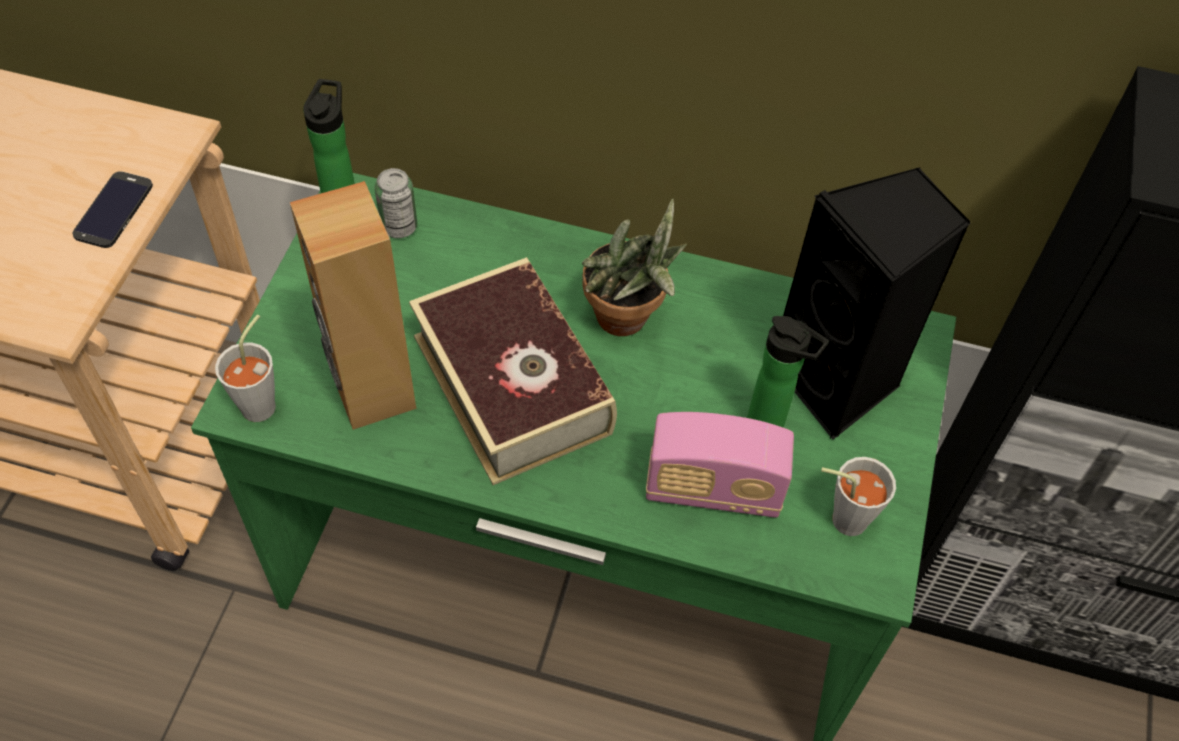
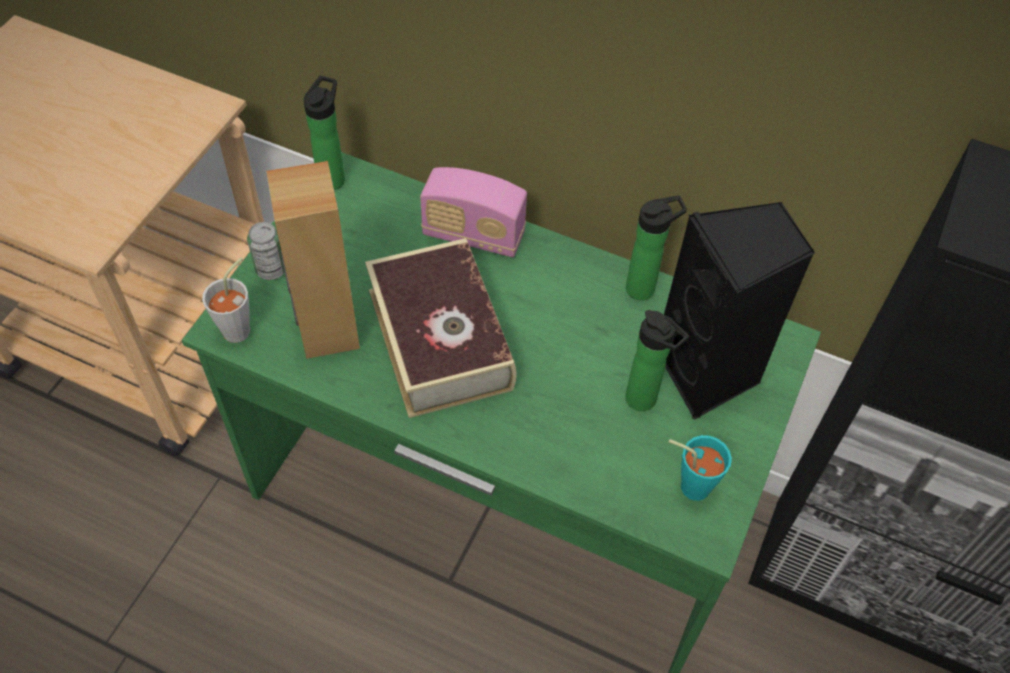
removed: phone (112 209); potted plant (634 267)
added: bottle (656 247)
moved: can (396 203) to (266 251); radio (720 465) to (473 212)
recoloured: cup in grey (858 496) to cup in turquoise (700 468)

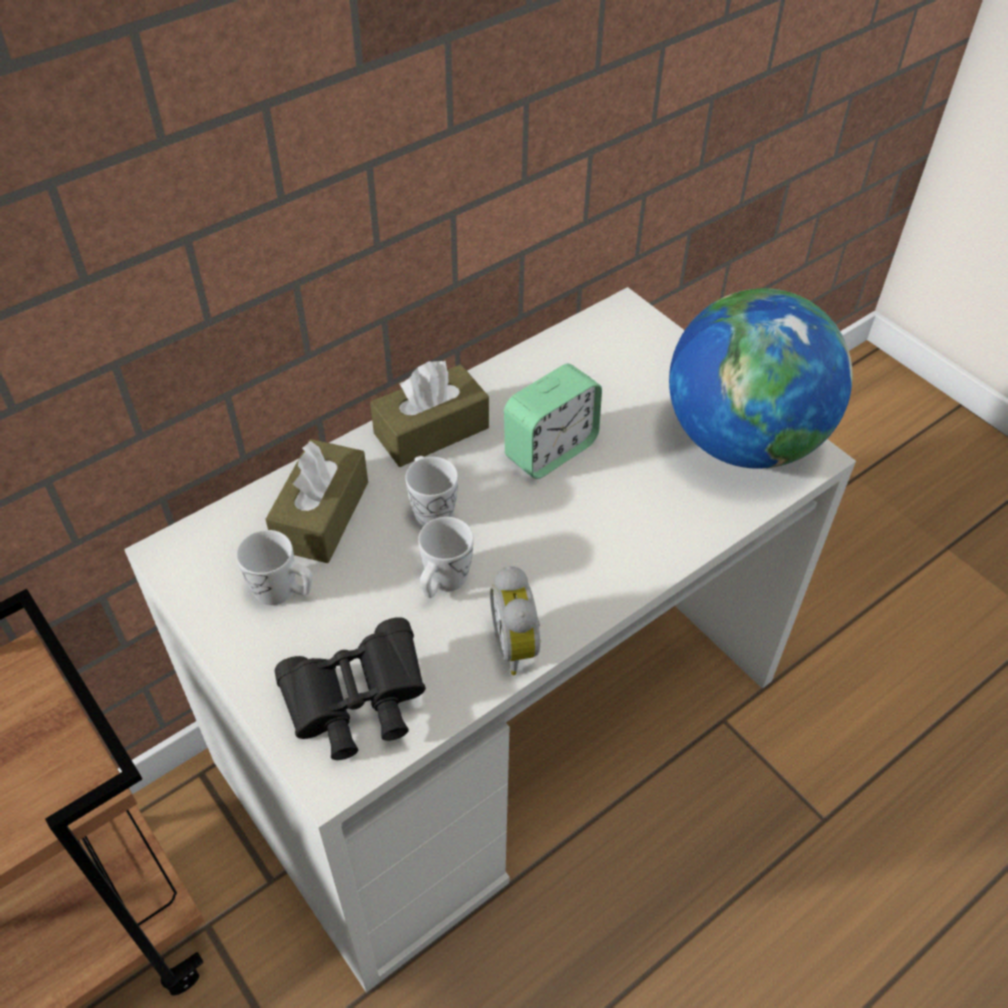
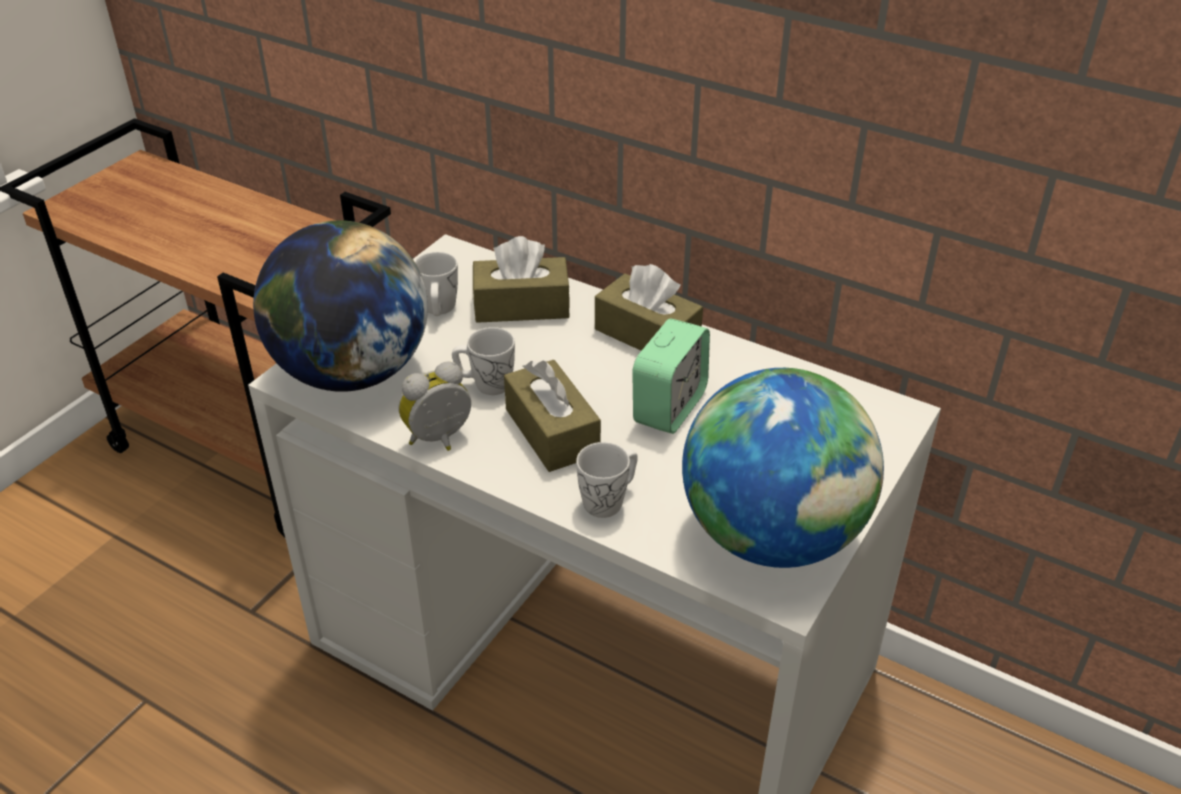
added: tissue box in brown (552 416)
moved: mug in white (431 491) to (607 480)
replaced: binoculars in black (350 688) to globe (340 306)
turned: alarm clock (553 421) = (671 376) 90 degrees counterclockwise

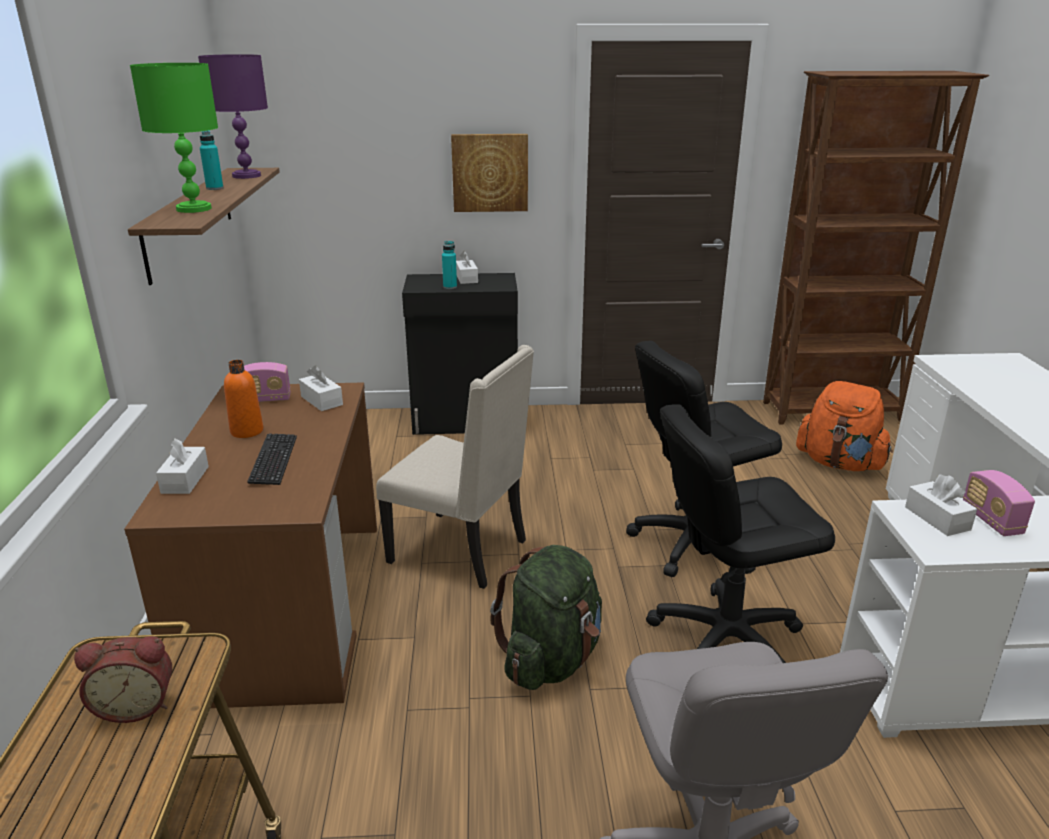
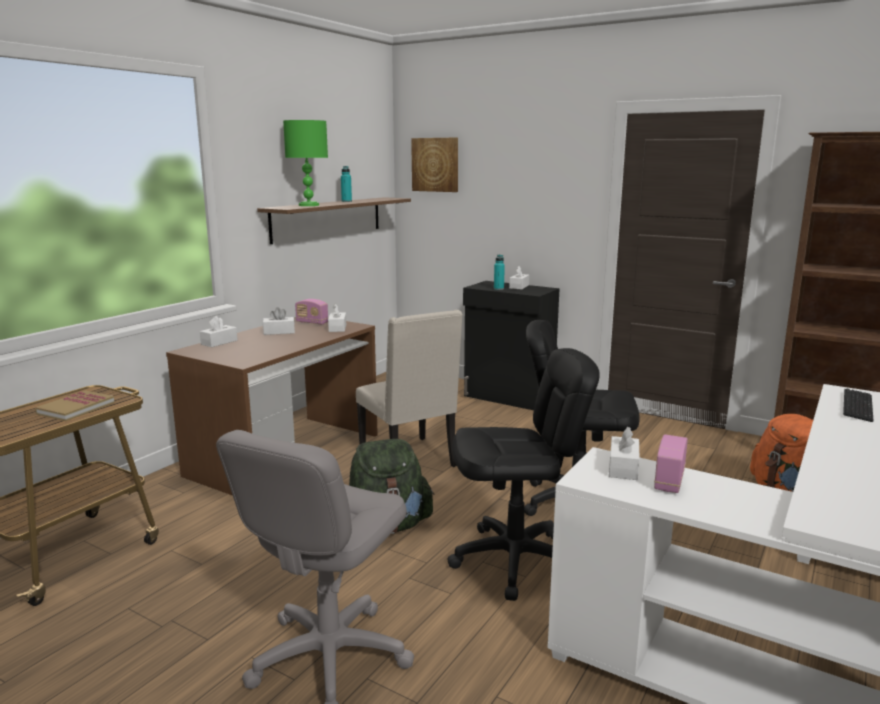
removed: table lamp in purple (233 116)
moved: picture (489 173) to (434 165); keyboard (272 459) to (858 405)
replaced: alarm clock (123 679) to book (75 405); bottle in orange (243 399) to tissue box in white (279 321)
turned: office chair in black (740 533) = (523 474) 150 degrees clockwise

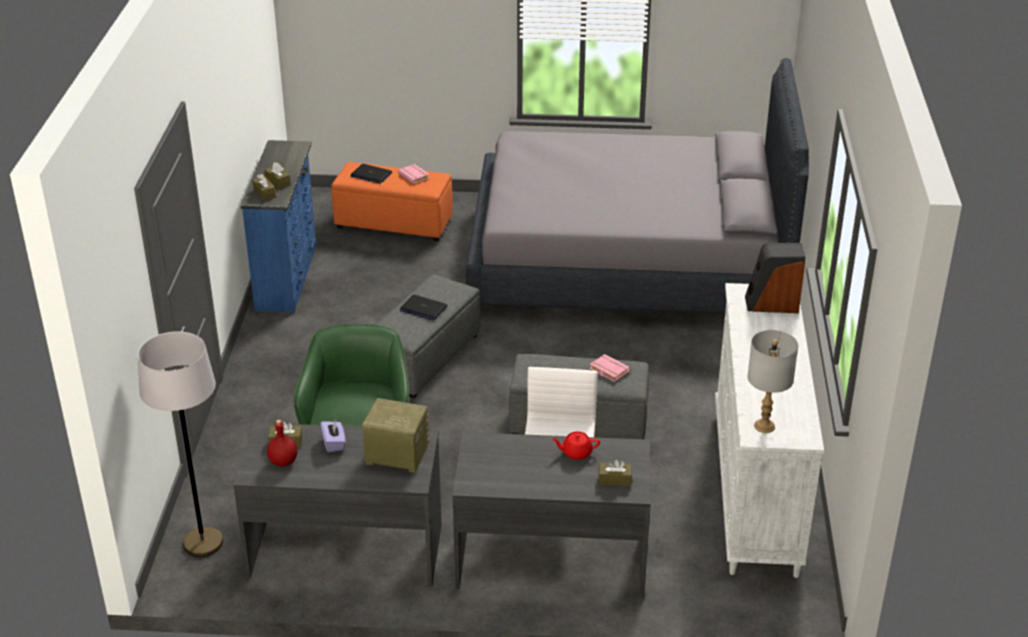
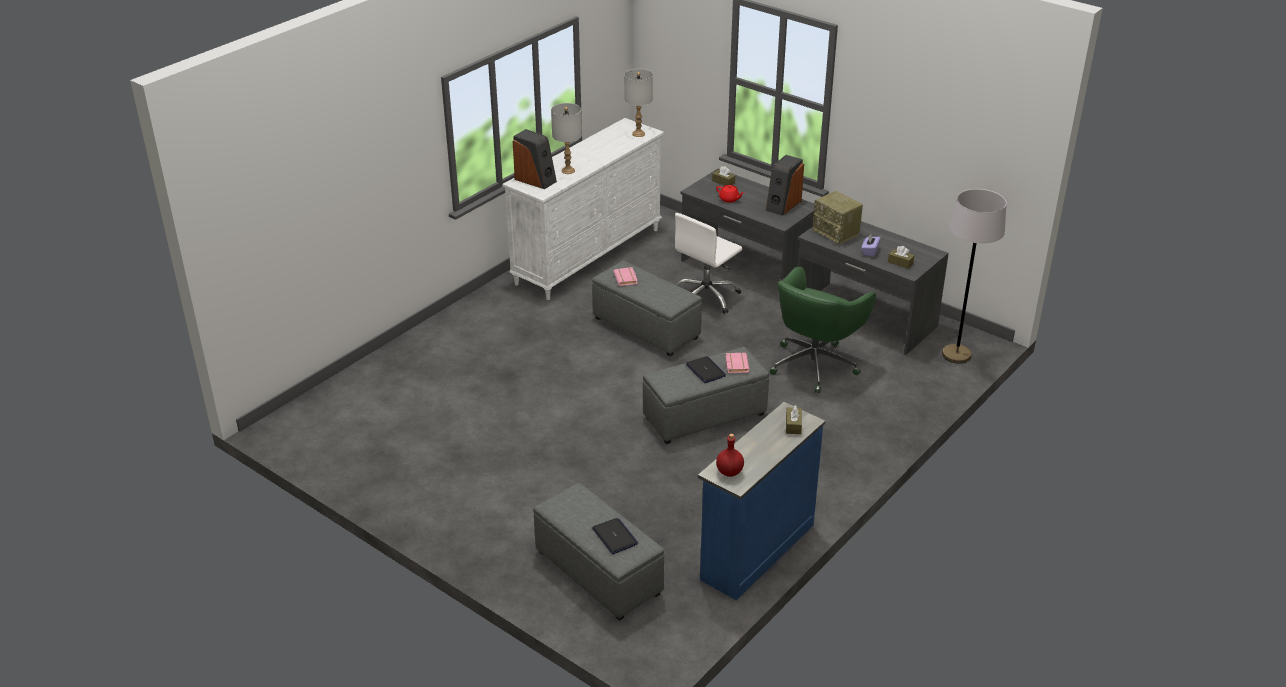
removed: tissue box in brown (277 175); bed in grey (637 186)
added: table lamp in grey (566 138); speaker (785 185)
moved: bottle in red (282 443) to (730 455); book in pink (413 174) to (738 363)
recoloured: ottoman in orange (392 201) to ottoman in grey (598 552)

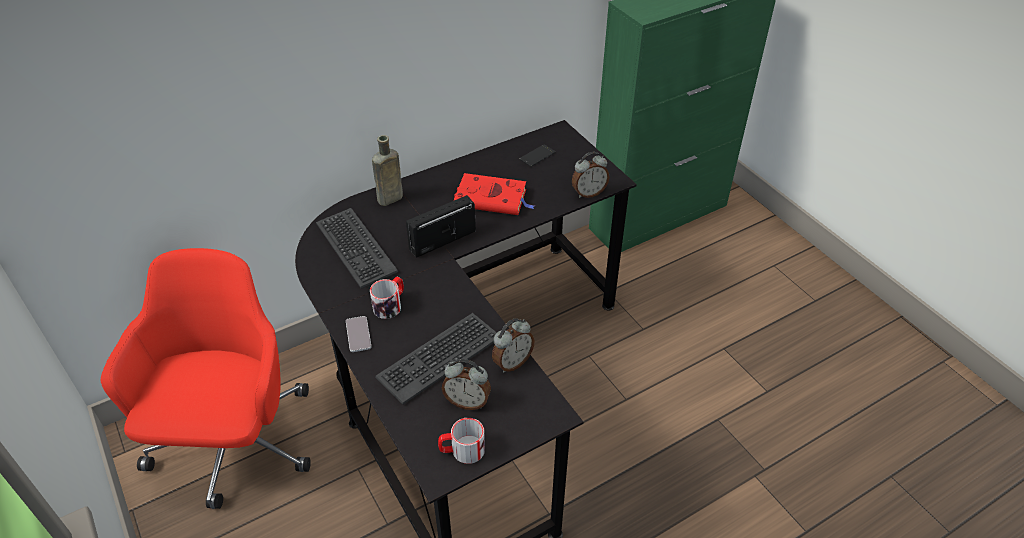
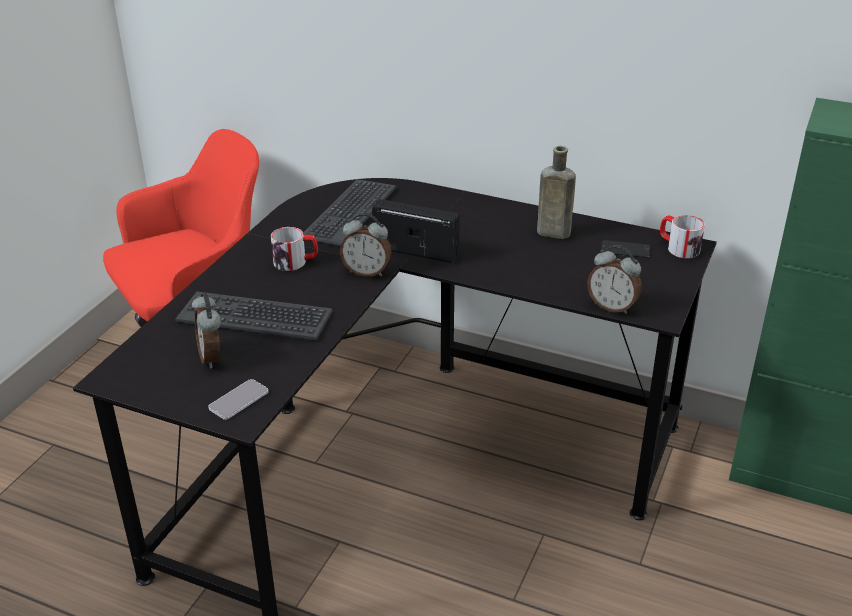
removed: book in red (494 194)
moved: phone (359 334) to (238 399); alarm clock (513 345) to (365 245); bottle in brown (387 170) to (556 192); mug (461 441) to (682 236)

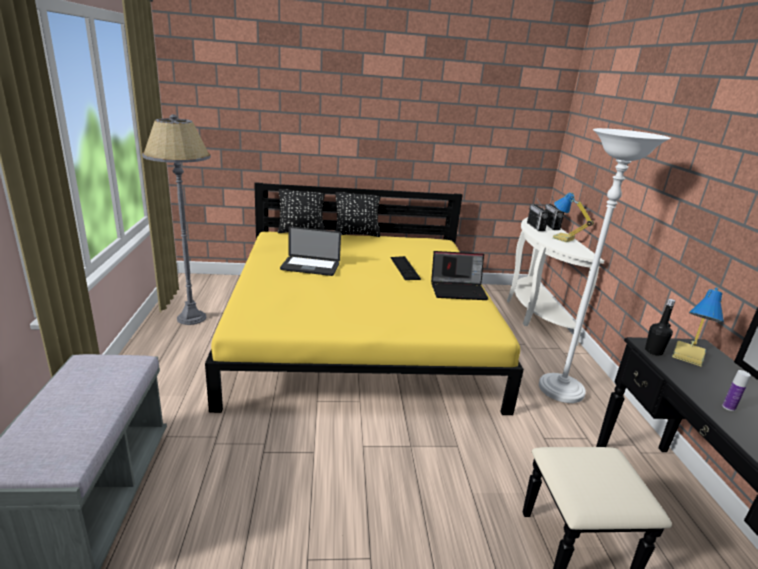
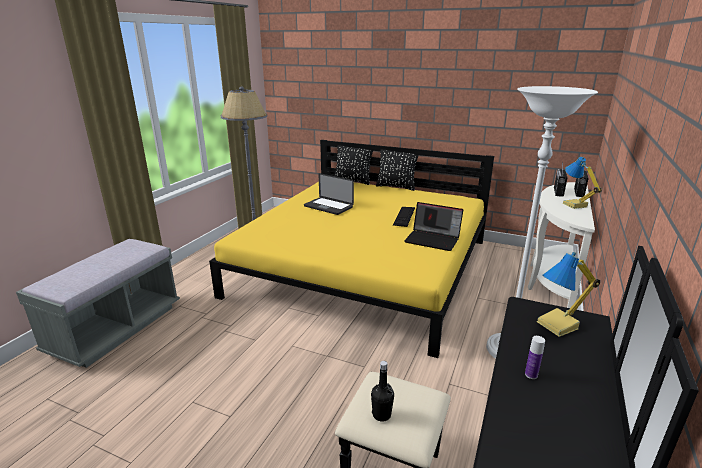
moved: bottle in black (660 327) to (382 391)

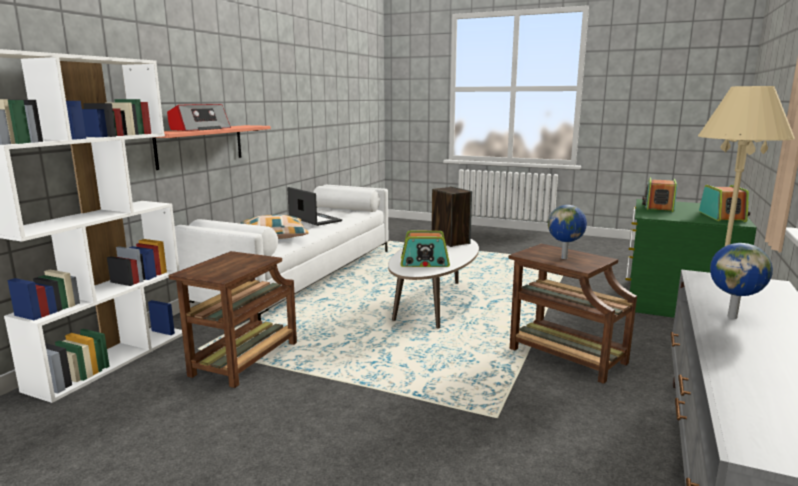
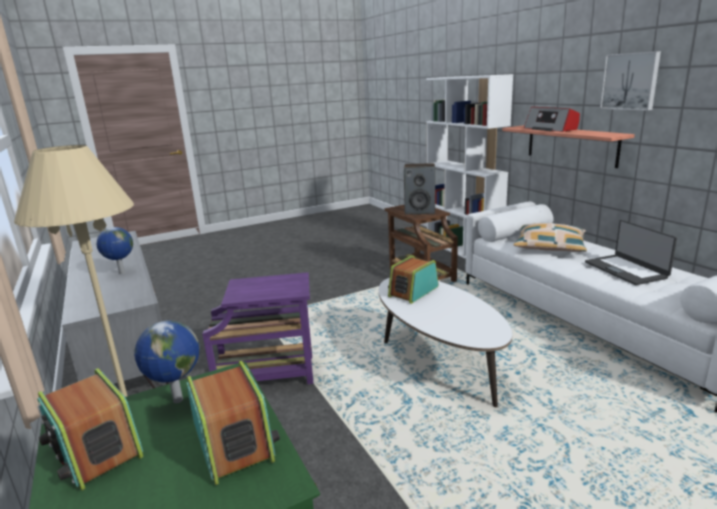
added: picture (630 81)
moved: globe (567 232) to (166 361); speaker (452 216) to (419 189)
recoloured: side table in brown (573 314) to side table in purple (257 328)
turned: laptop (314 206) = (631 252) 75 degrees clockwise

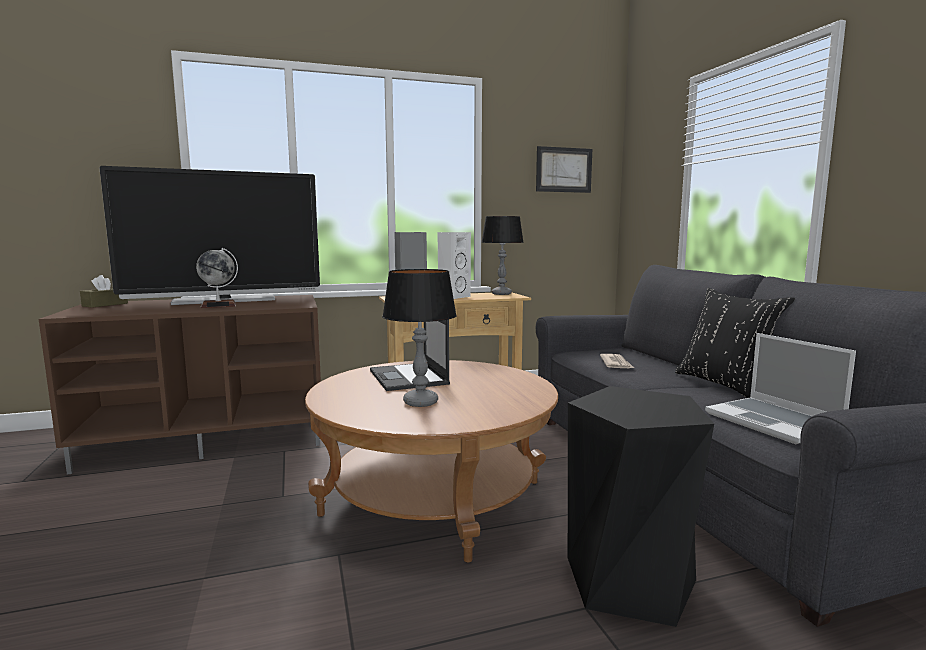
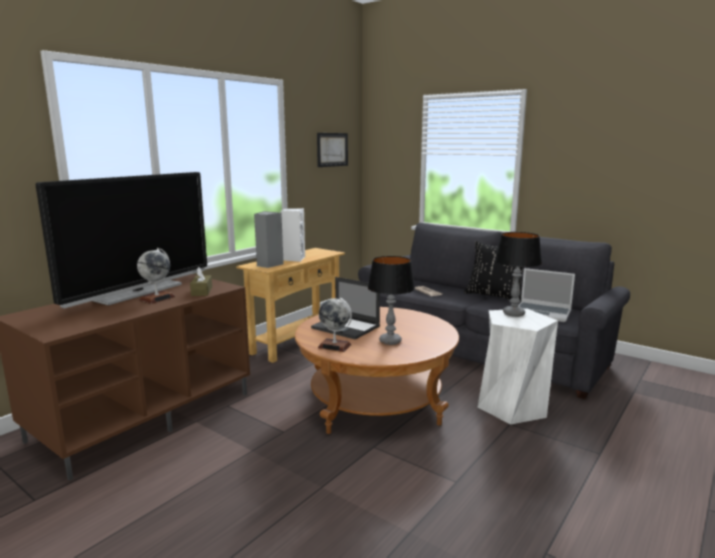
added: globe (335 325)
moved: tissue box in brown (104 291) to (201 281); table lamp (502 255) to (518 274)
recoloured: stool in black (641 506) to stool in white (518 367)

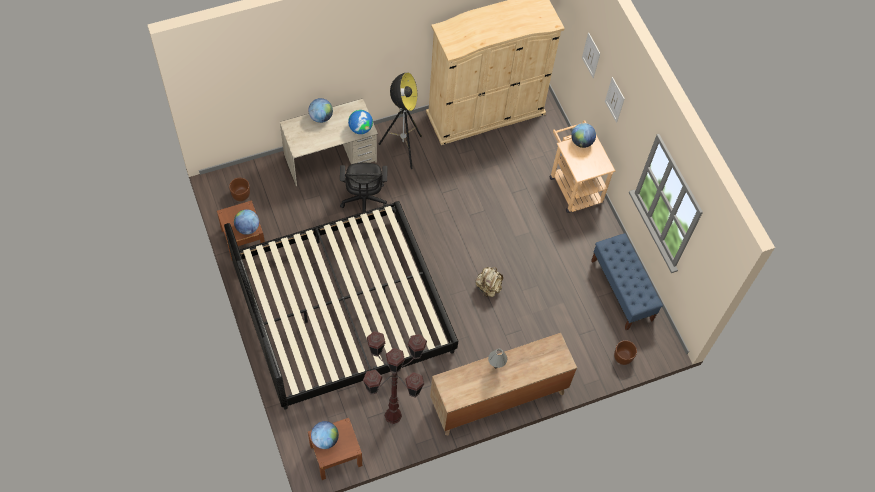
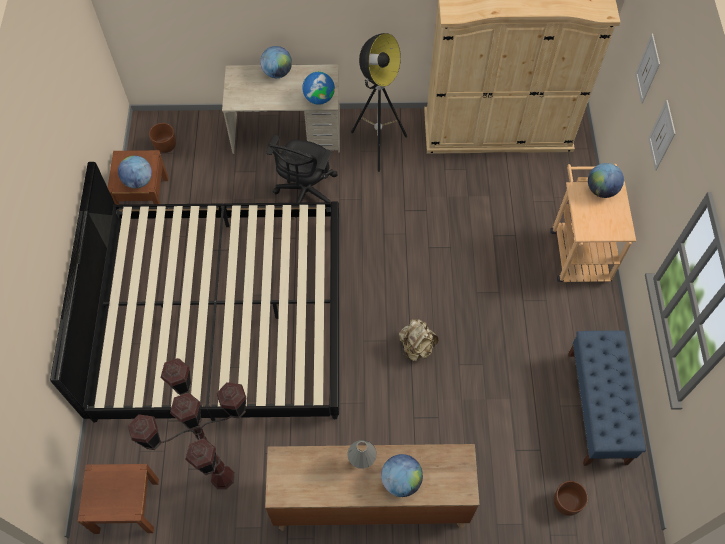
moved: globe (325 435) to (402 475)

